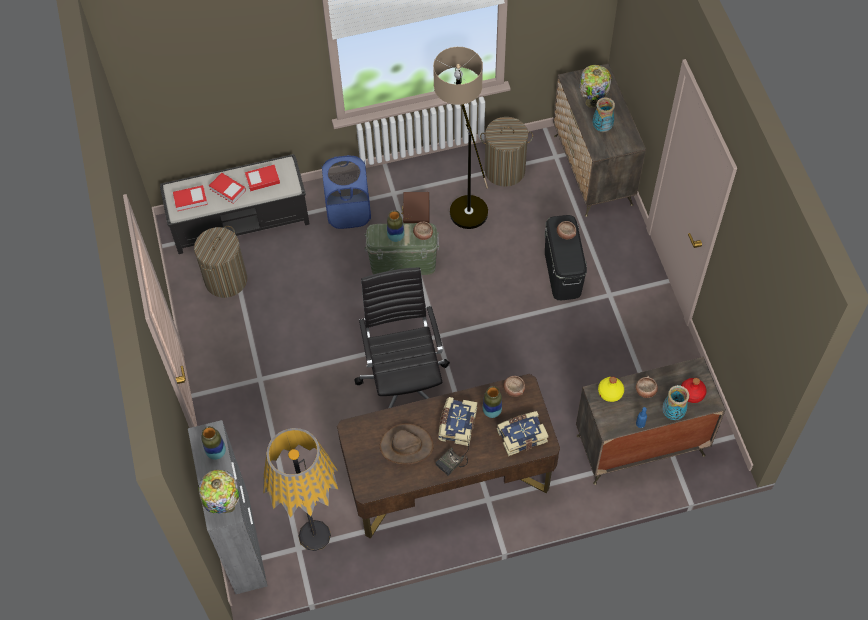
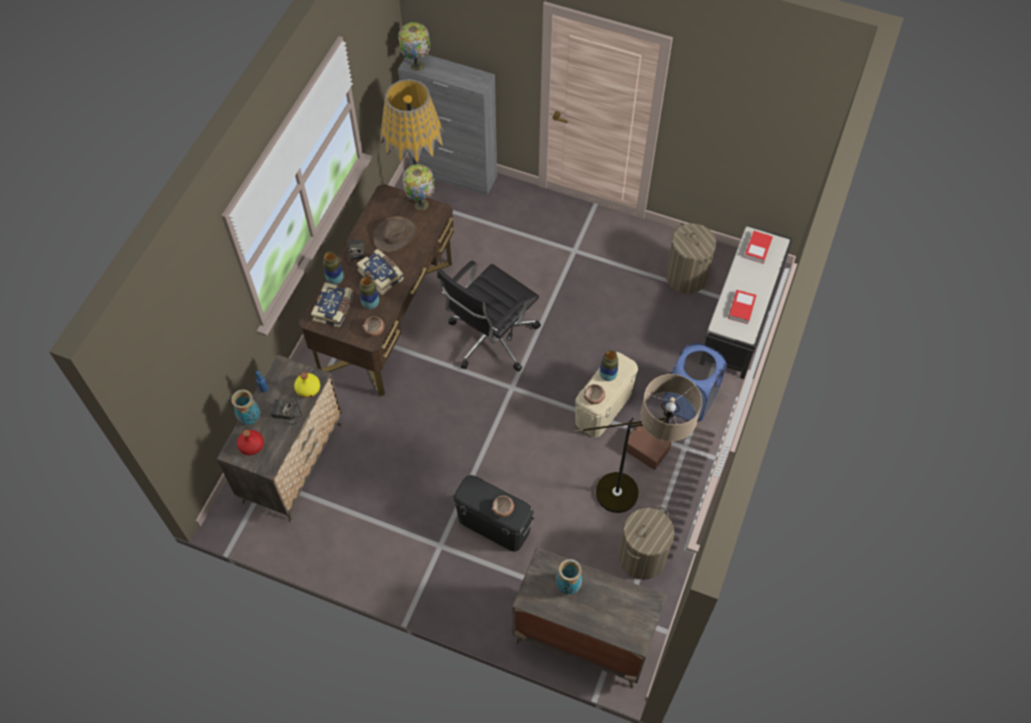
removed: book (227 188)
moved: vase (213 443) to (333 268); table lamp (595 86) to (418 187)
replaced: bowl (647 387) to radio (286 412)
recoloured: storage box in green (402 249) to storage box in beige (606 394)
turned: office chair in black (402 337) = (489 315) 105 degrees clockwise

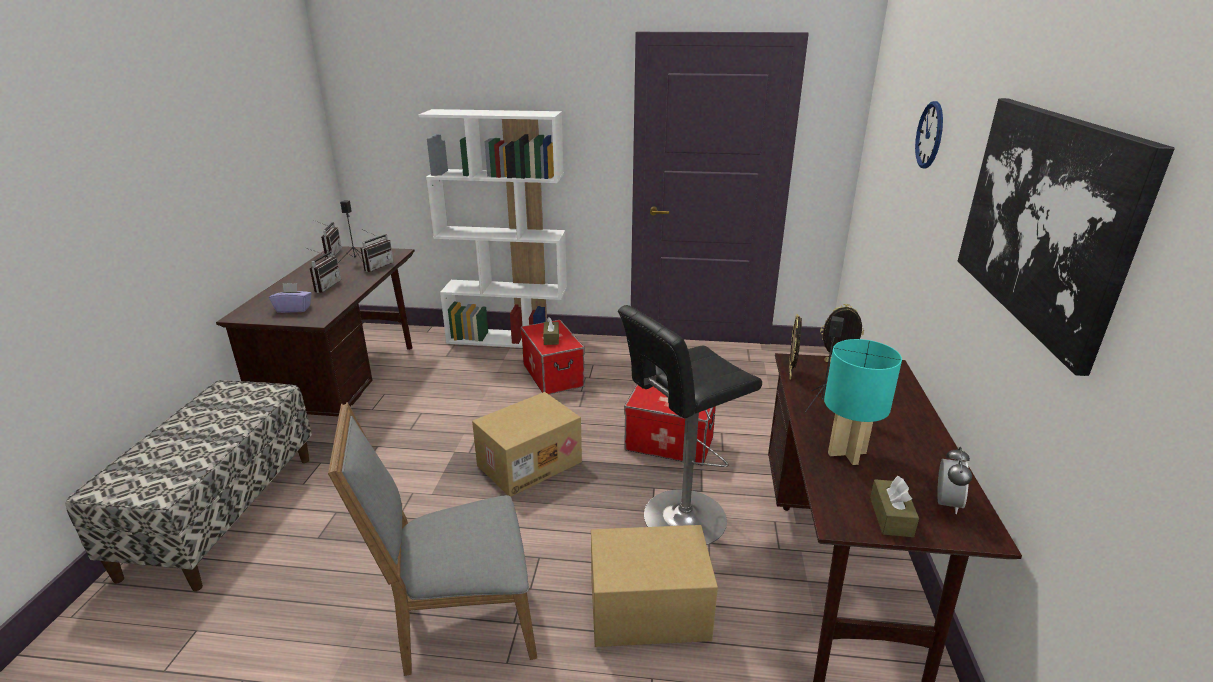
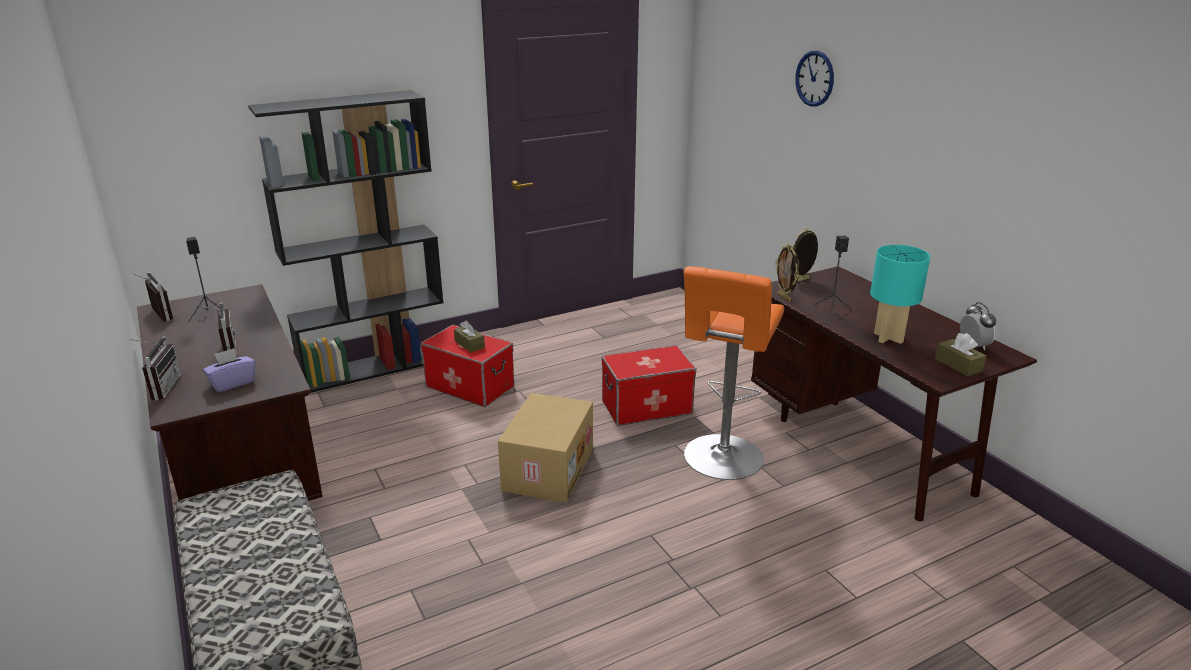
removed: chair in grey (432 539); cardboard box (654 586); picture (1066 237)
moved: radio (377 250) to (155 368)
recoloured: bookcase in white (492 228) to bookcase in black (346 241); stool in black (690 425) to stool in orange (733 373)

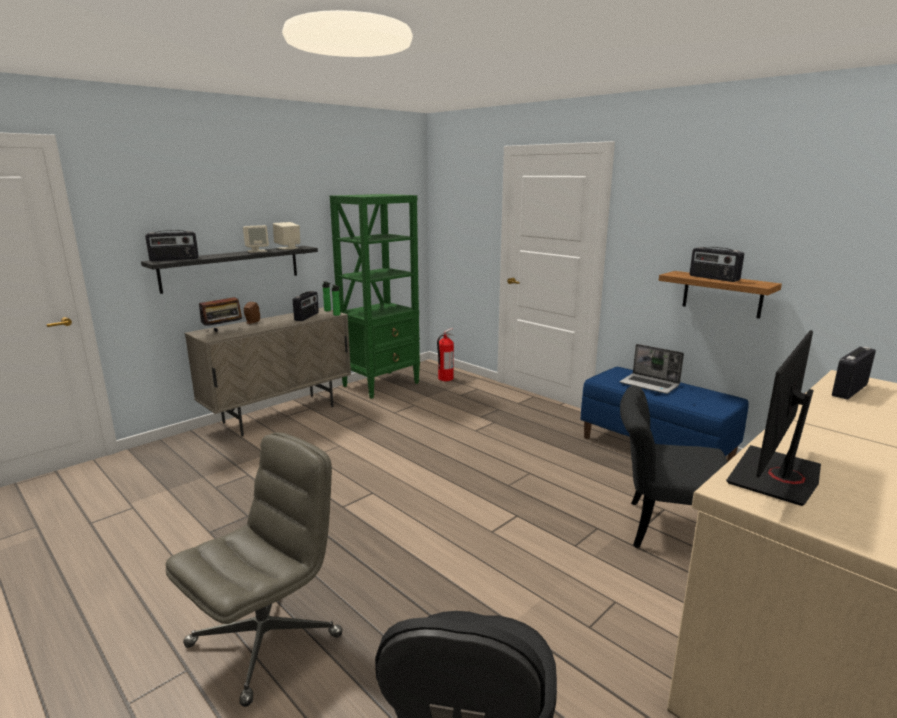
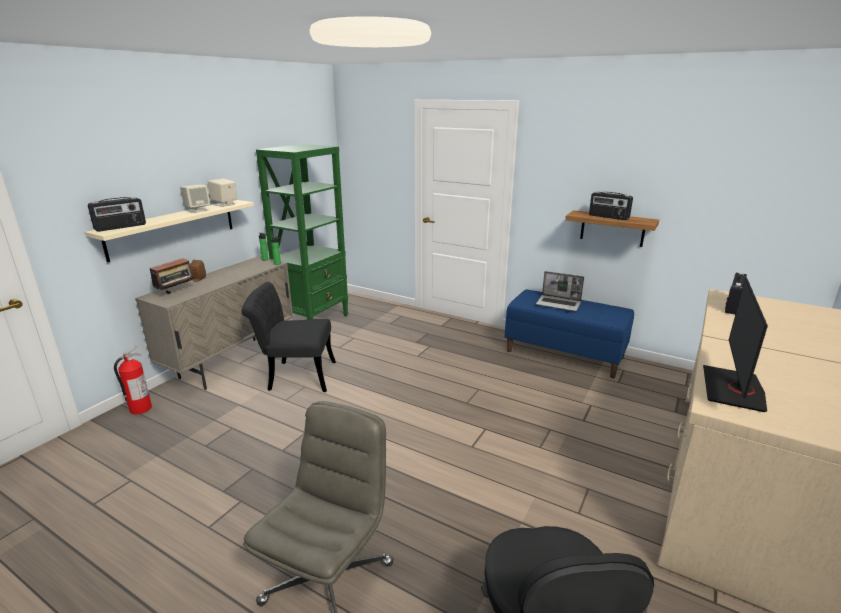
removed: radio (306 306)
moved: fire extinguisher (445 354) to (133 380); chair in black (673 466) to (289 337)
recoloured: shelf in black (229 270) to shelf in beige (169 231)

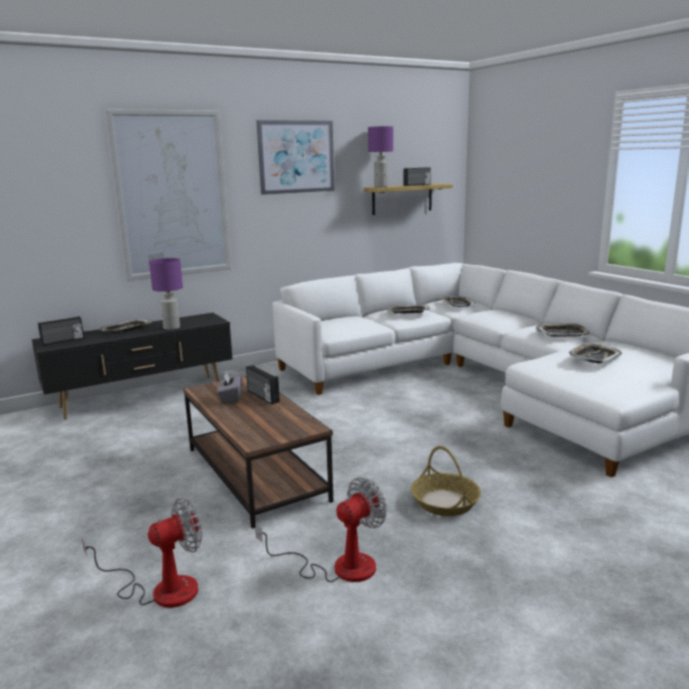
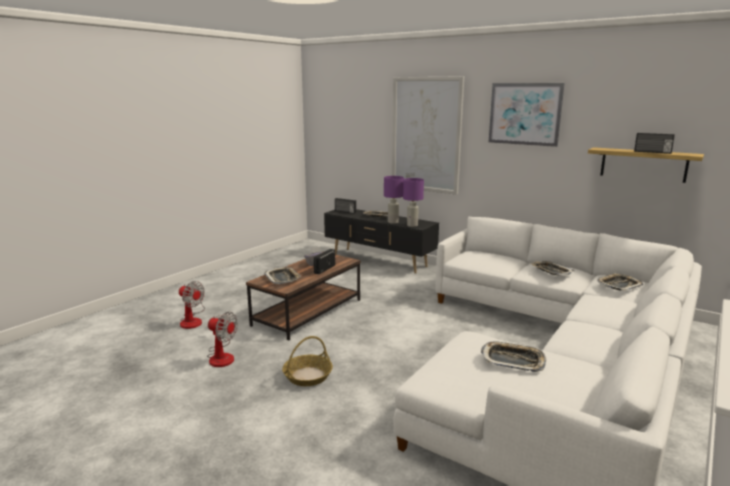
moved: tray (563 330) to (282 275); table lamp in purple (380 156) to (413 202)

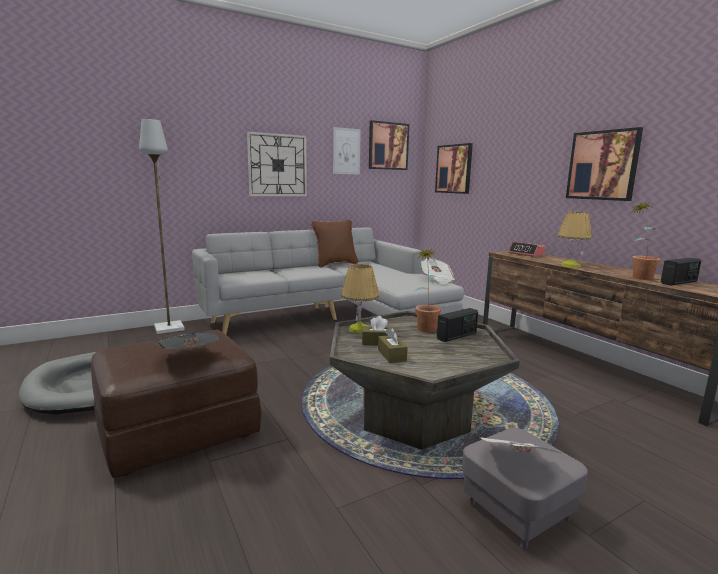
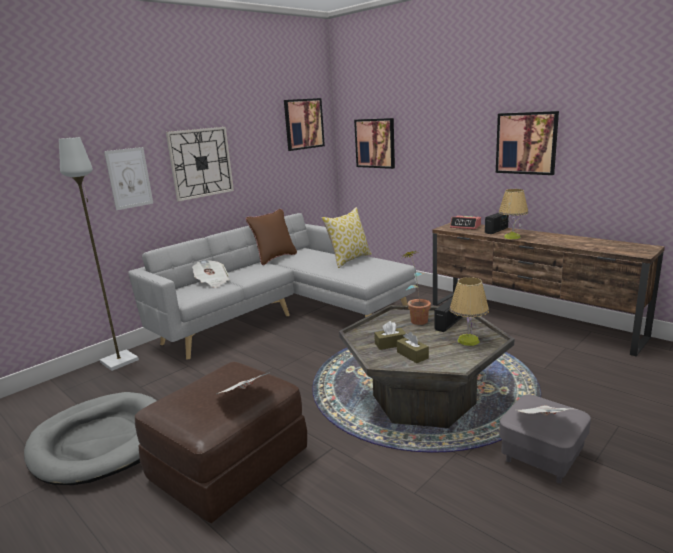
removed: potted plant (645 241)
added: pillow (347 237)
moved: picture (347 151) to (128 178); newspaper (438 271) to (211 274); table lamp (360 298) to (469 311); radio (681 272) to (497 223)

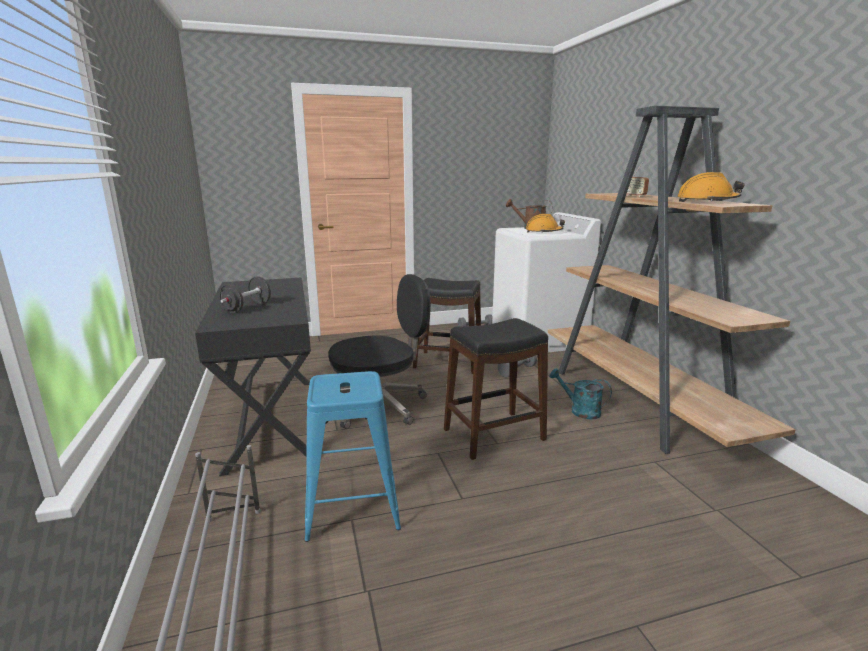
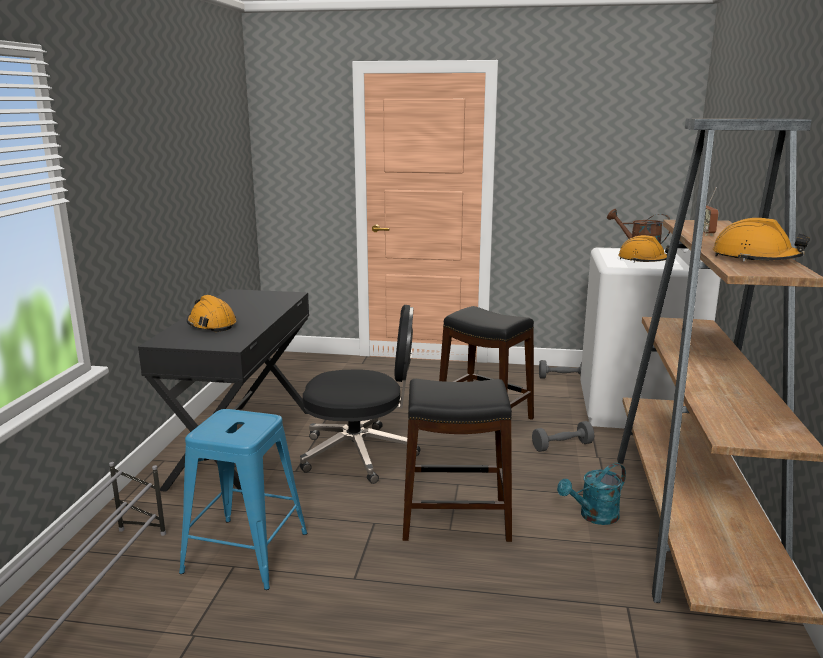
replaced: dumbbell in black (245 294) to hard hat in orange (211 313)
turned: watering can in turquoise (580 393) = (591 494) 90 degrees counterclockwise

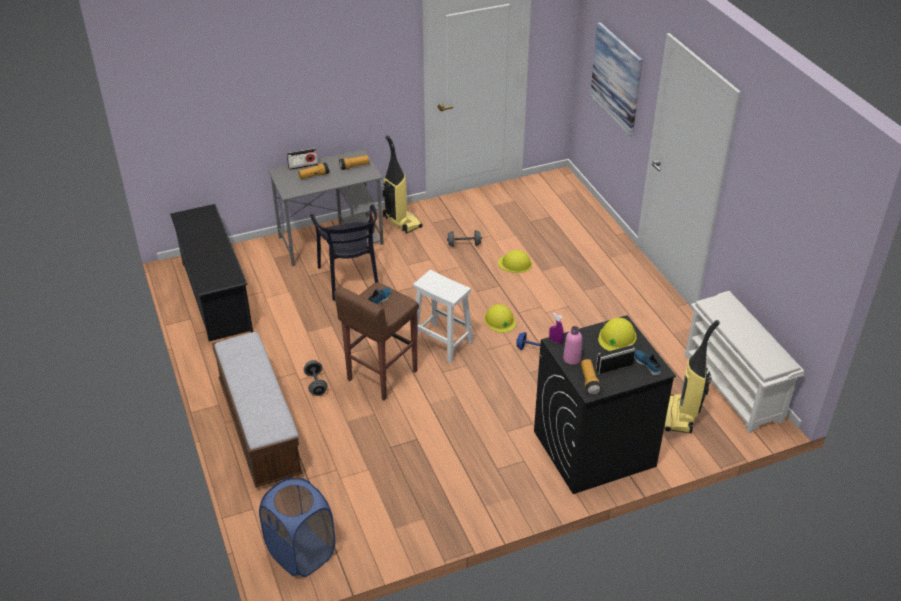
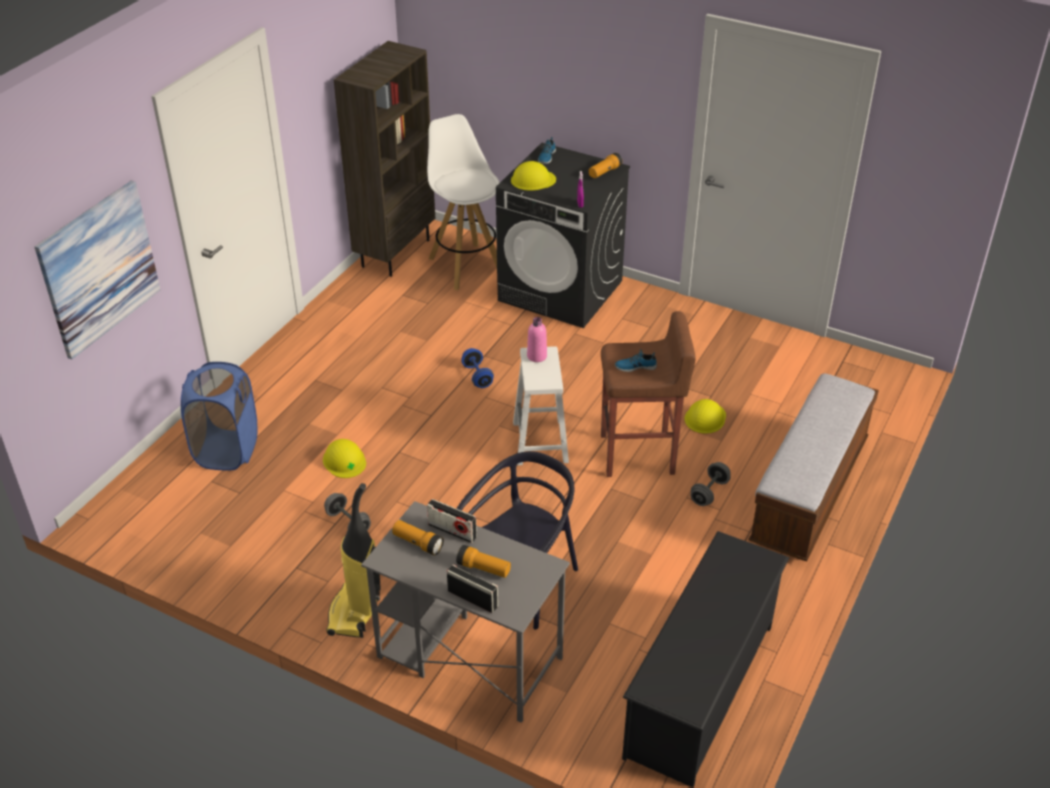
moved: laundry basket in blue (297 527) to (219 416); radio (615 359) to (452 521); bottle in pink (572 345) to (537 339); hard hat in yellow (500 318) to (705 416)
replaced: shoe rack in white (744 362) to bookcase in brown (384 159); vacuum cleaner (692 376) to stool in white (463 202)

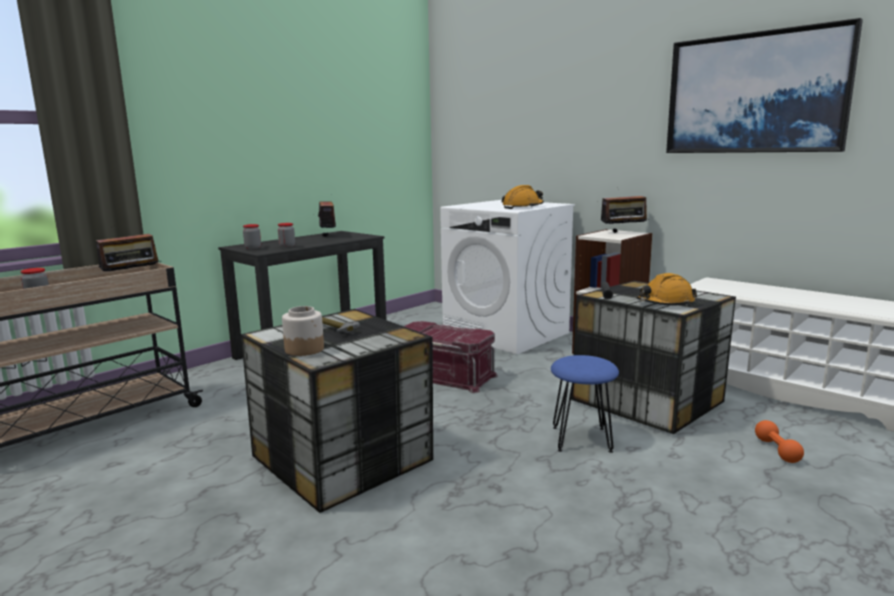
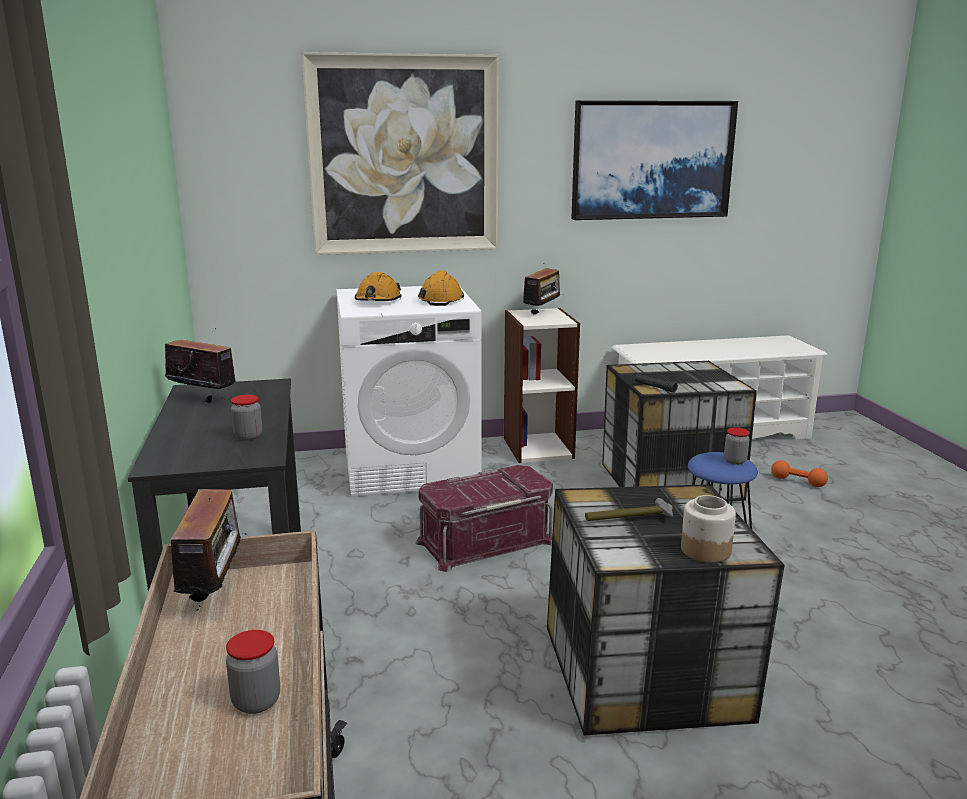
added: picture (400 153)
moved: hard hat in orange (667 289) to (378 286); jar (252 236) to (737 446)

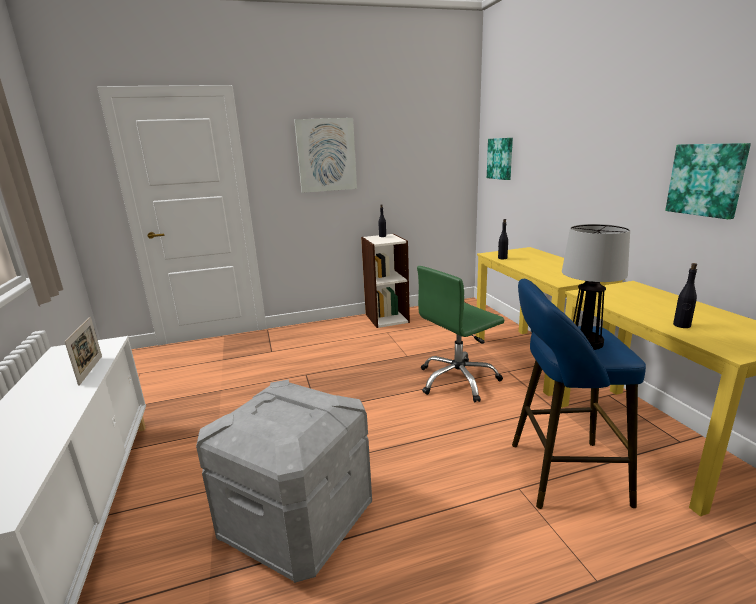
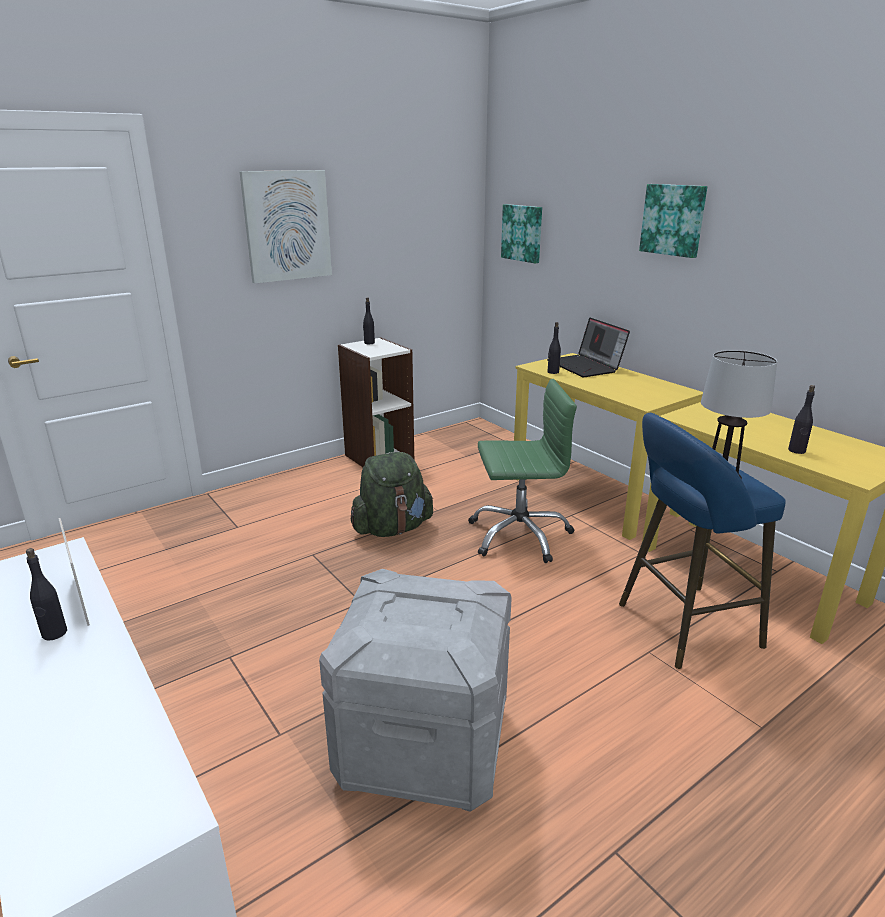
added: bottle in black (46 594); backpack in green (392 494); laptop (588 347)
moved: picture (708 181) to (673 221)
turned: office chair in green (460 334) = (522 471) 135 degrees counterclockwise

